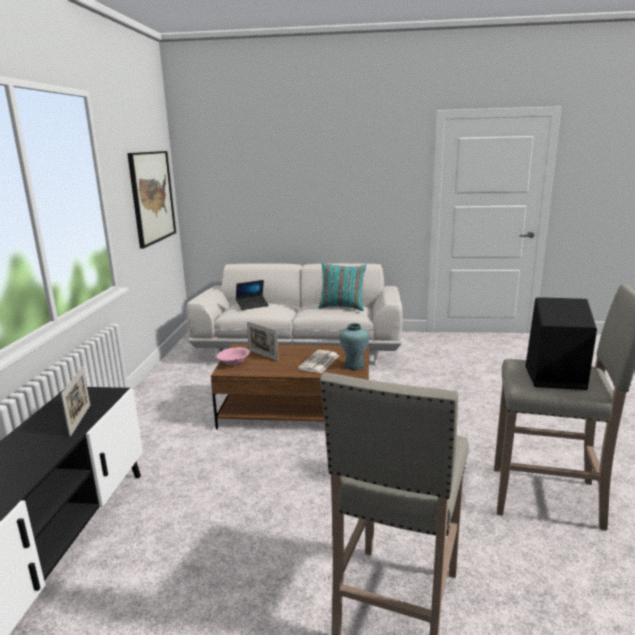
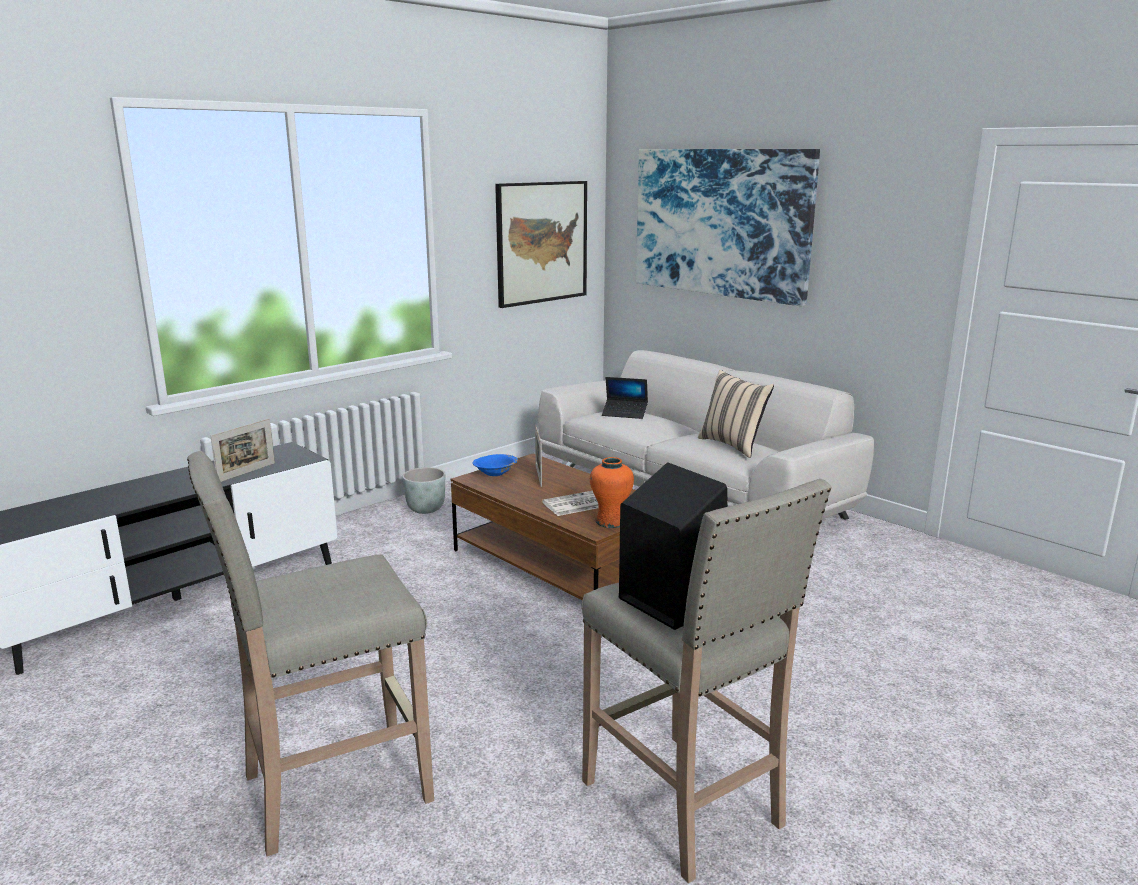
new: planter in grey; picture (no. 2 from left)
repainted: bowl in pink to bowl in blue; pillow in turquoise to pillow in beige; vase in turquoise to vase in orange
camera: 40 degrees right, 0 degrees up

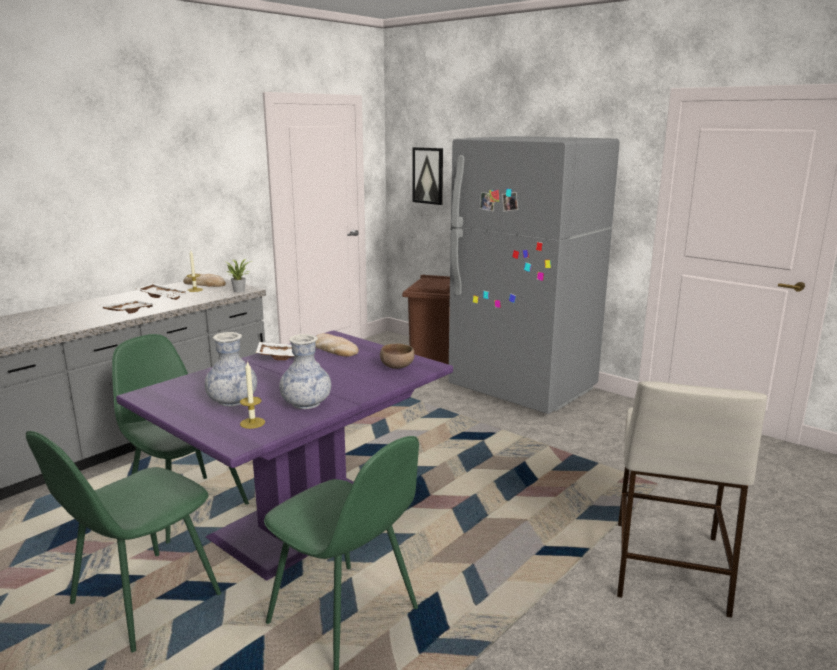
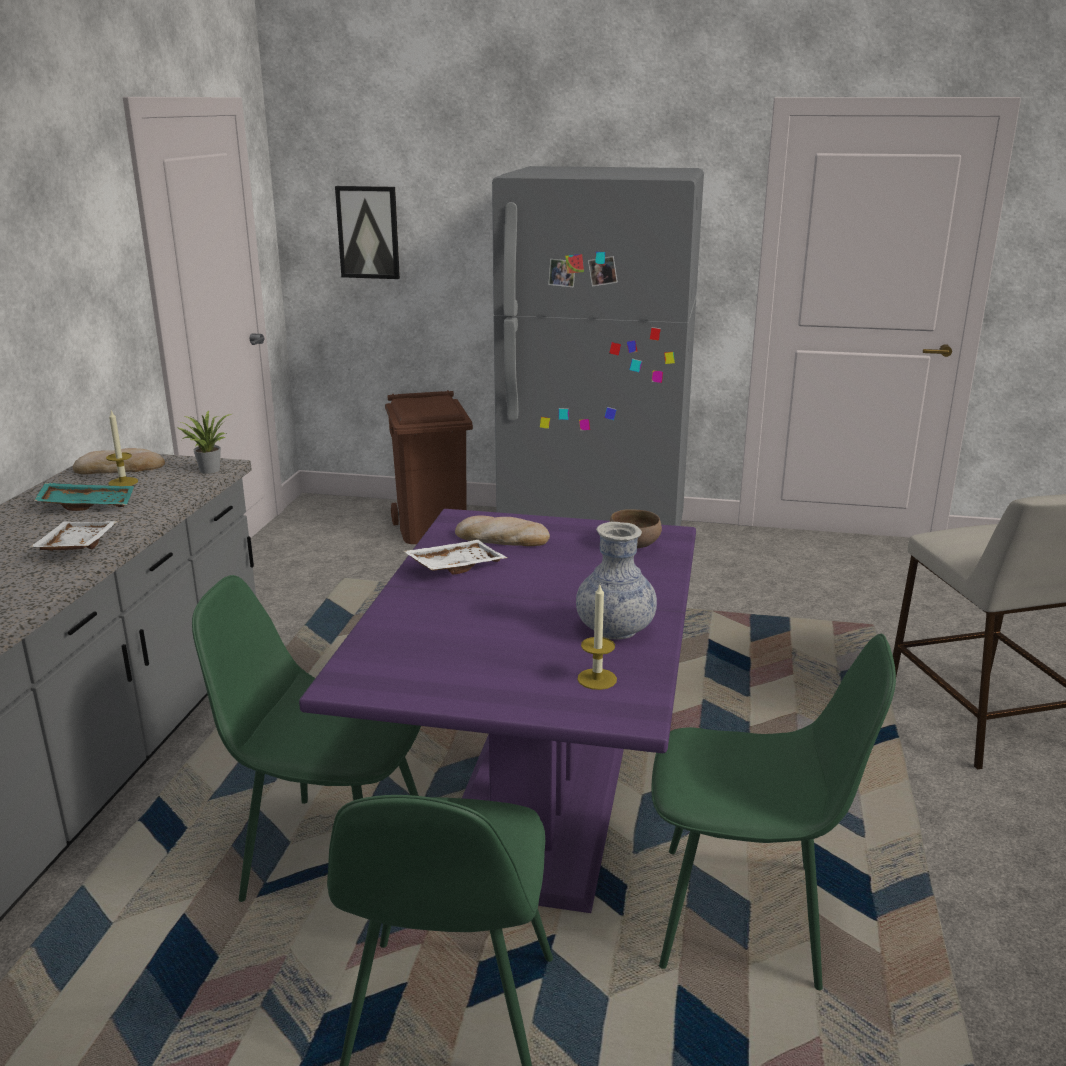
gone: vase (no. 1 from left)
repainted: tray in white (no. 2 from left) to tray in turquoise
camera: 30 degrees left, 5 degrees up

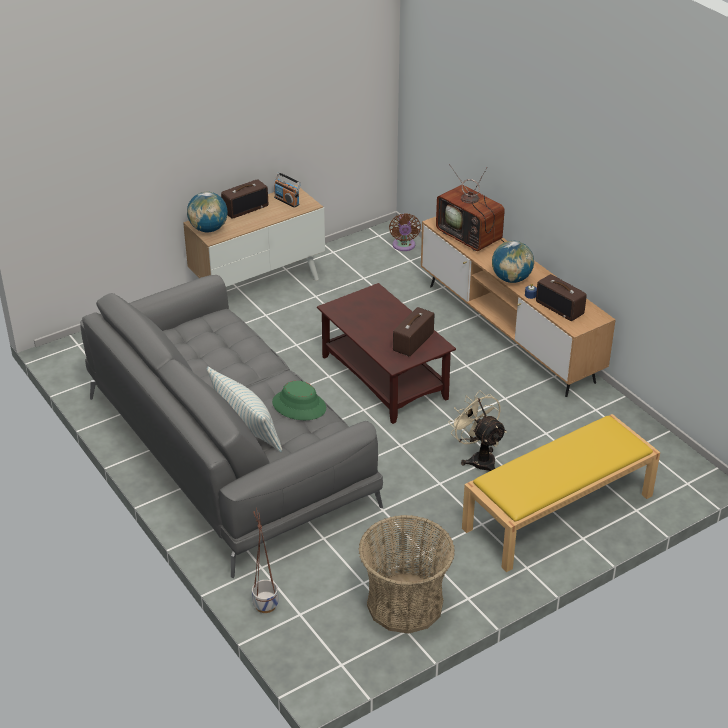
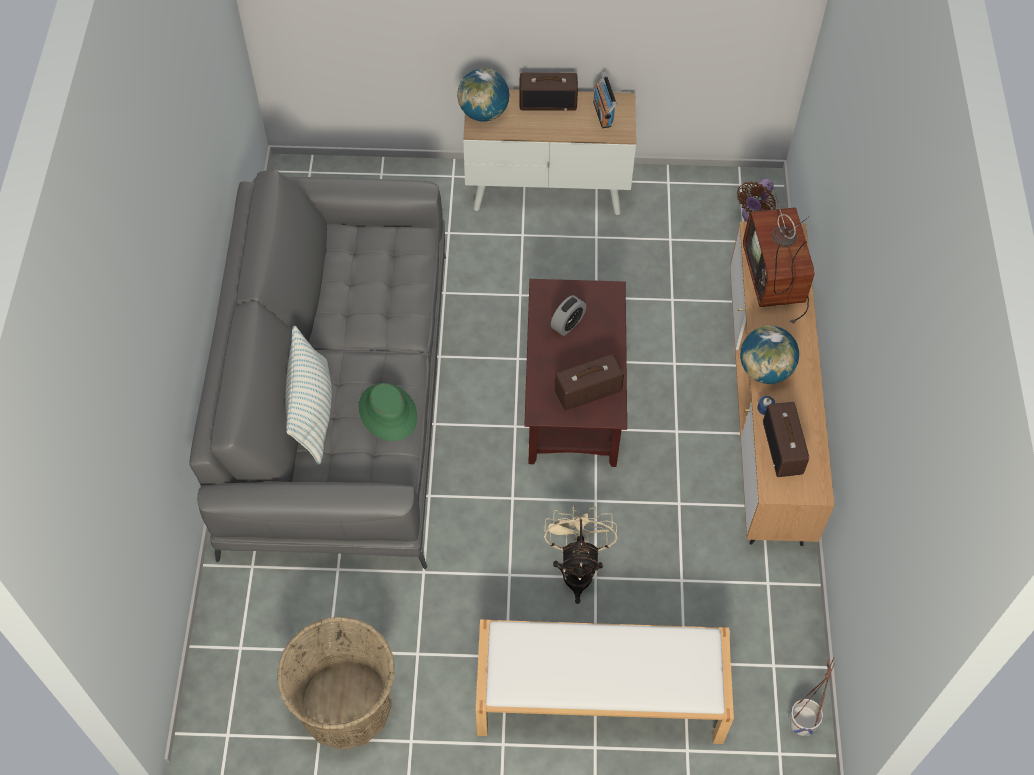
new: alarm clock
shifted: planter
repainted: bench in yellow to bench in white
camera: 35 degrees right, 20 degrees up

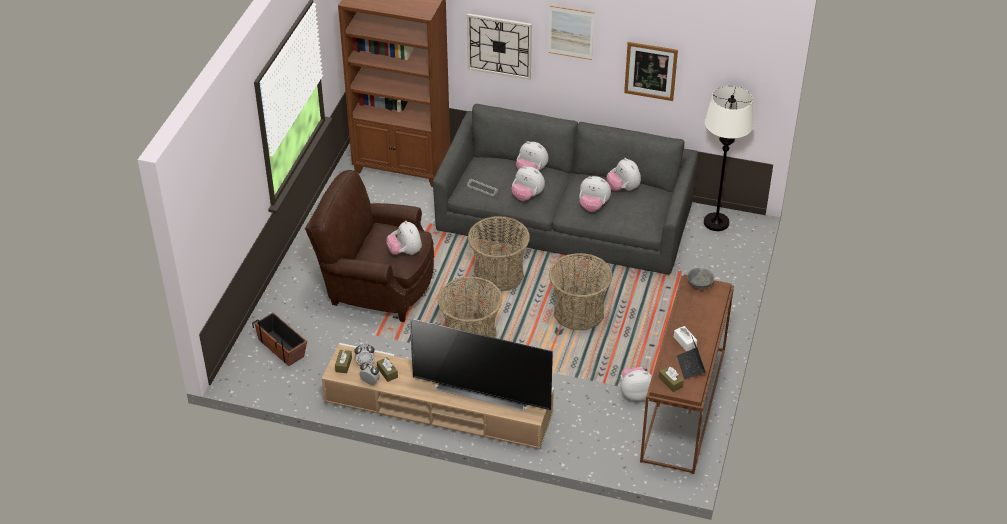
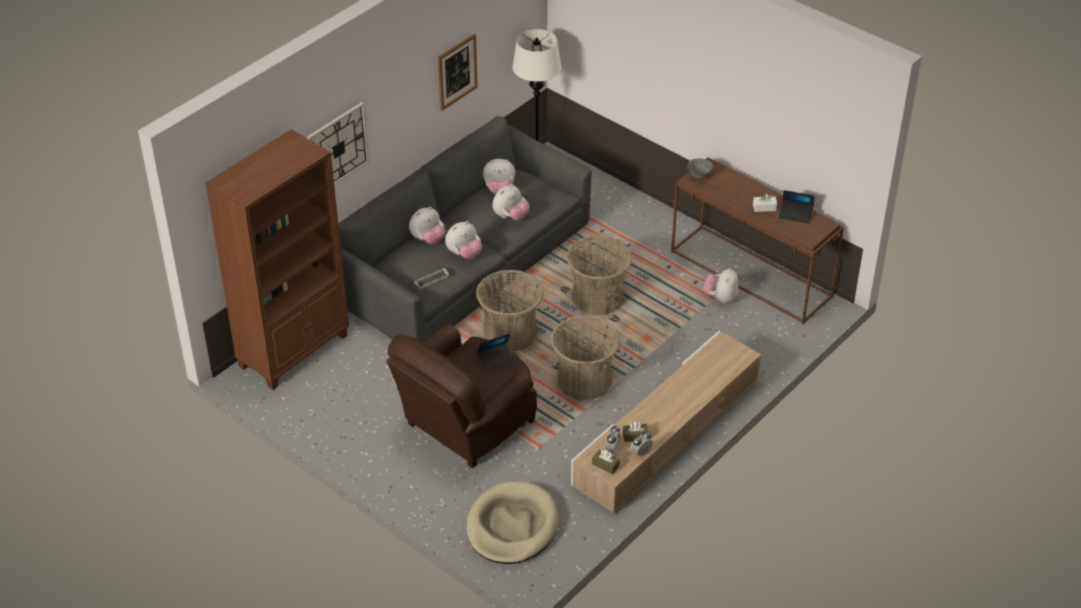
gone: television; picture (no. 1 from left); tissue box in brown (no. 3 from left)
swapped: planter to dog bed in beige; plush toy (no. 1 from left) to laptop (no. 1 from left)
camera: 65 degrees left, 0 degrees up

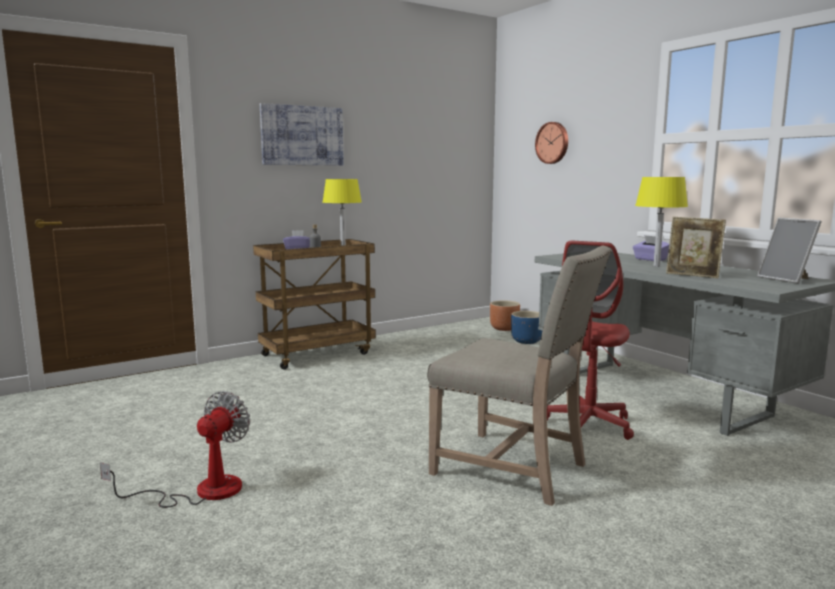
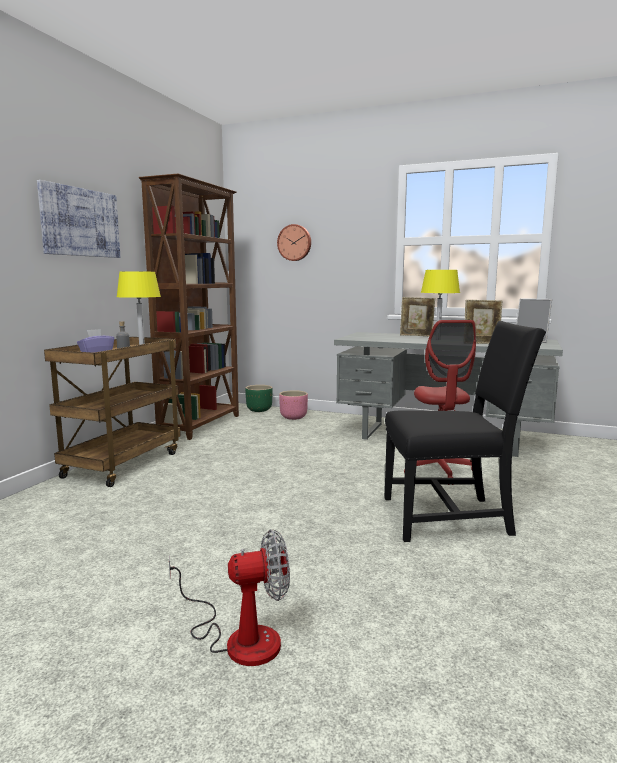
new: bookcase in brown
swapped: tissue box in purple (no. 2 from left) to picture frame (no. 1 from left)
repainted: chair in beige to chair in black; planter in brown to planter in green; planter in blue to planter in pink
rotated: fan 90 degrees clockwise
camera: 35 degrees left, 0 degrees up

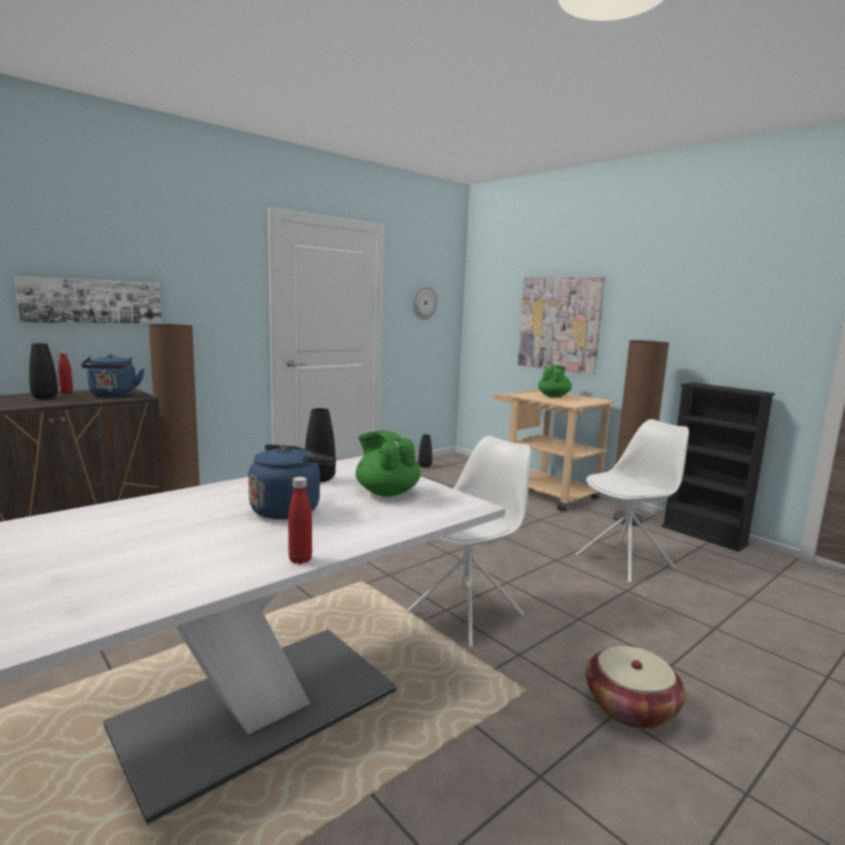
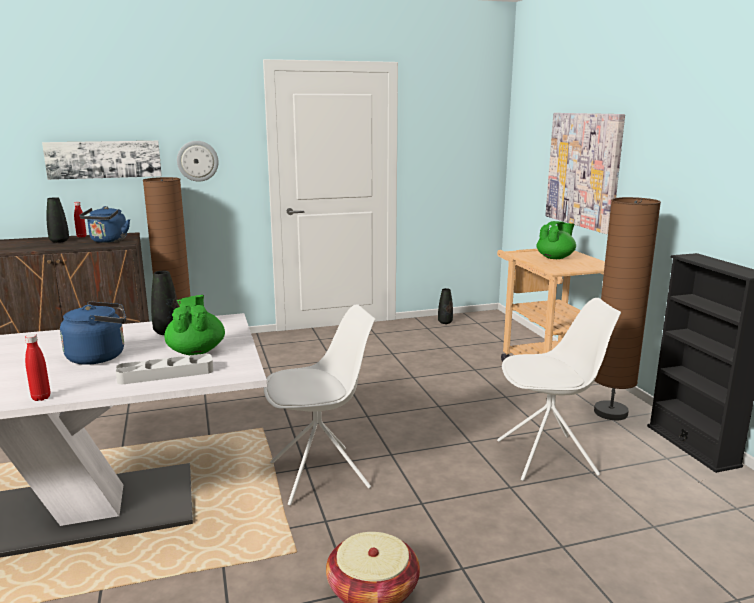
new: tray in grey
shifted: wall clock
camera: 25 degrees right, 5 degrees up

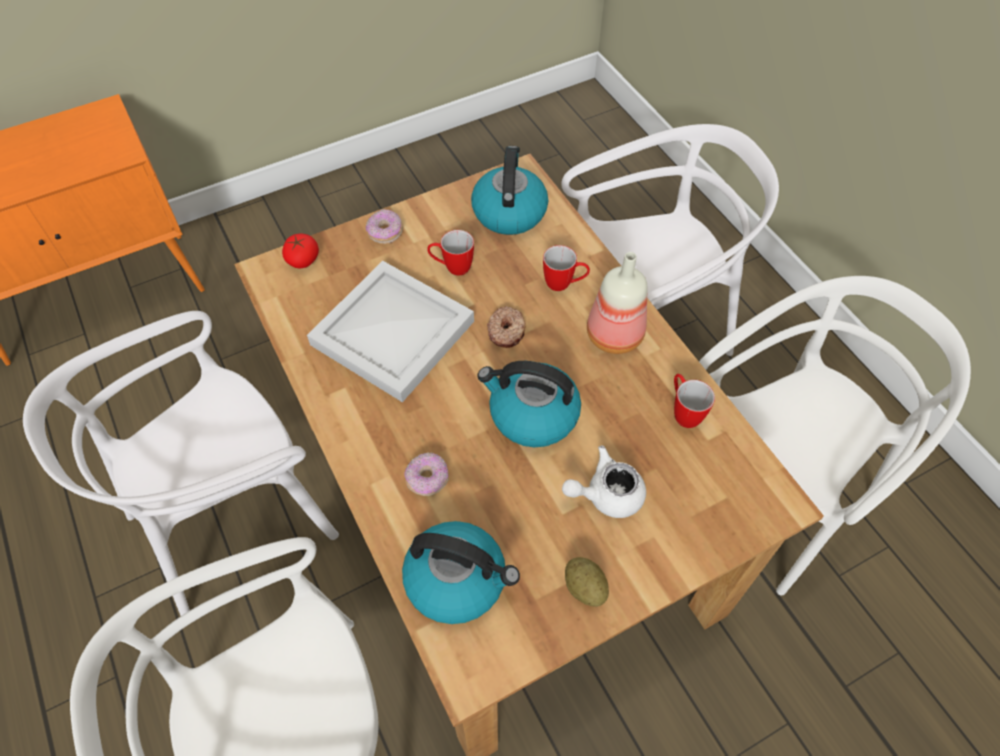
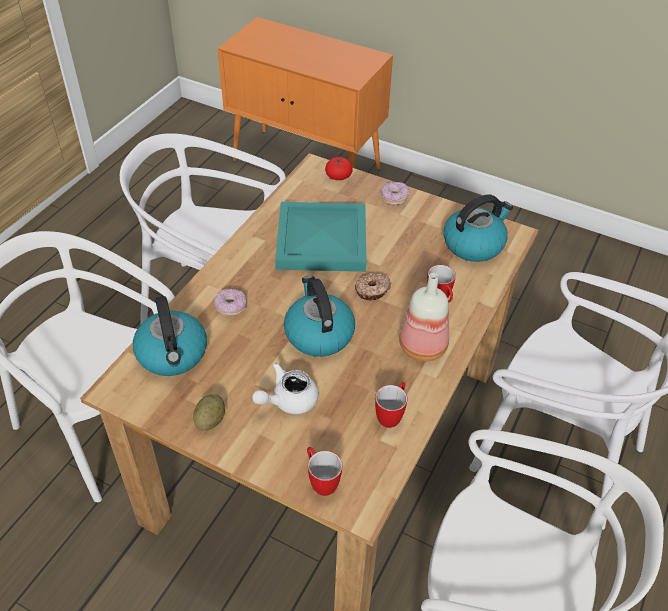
shifted: mug (no. 1 from left)
repainted: tray in white to tray in turquoise
rotated: teapot in white 75 degrees counterclockwise
camera: 55 degrees right, 10 degrees down

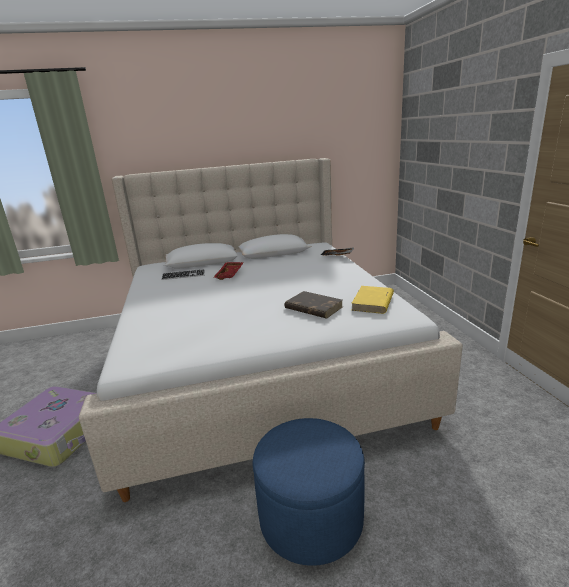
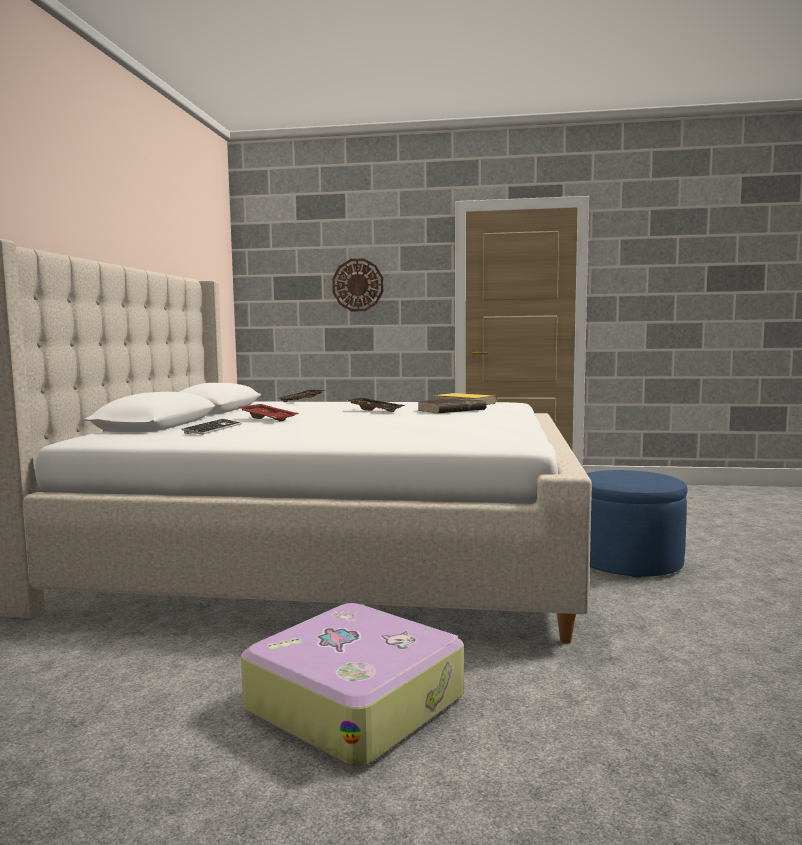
new: wall clock; tray in black (no. 2 from left)
camera: 70 degrees left, 15 degrees down

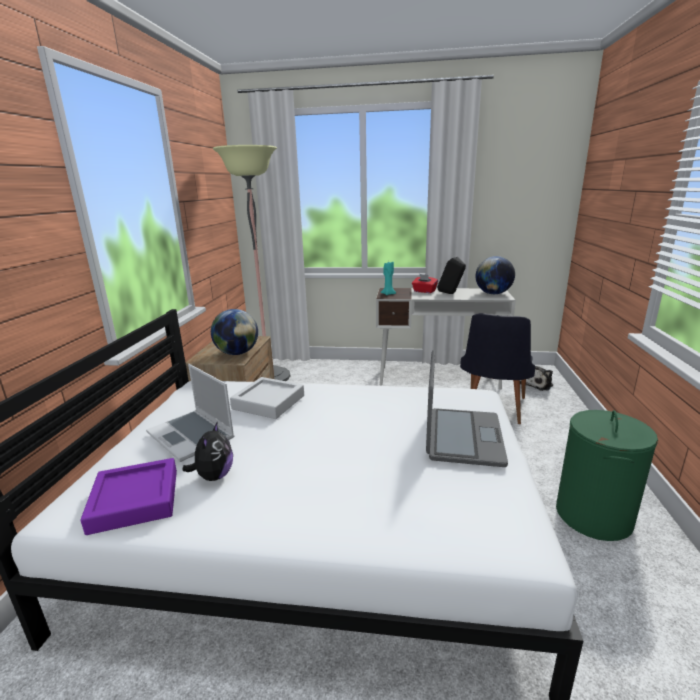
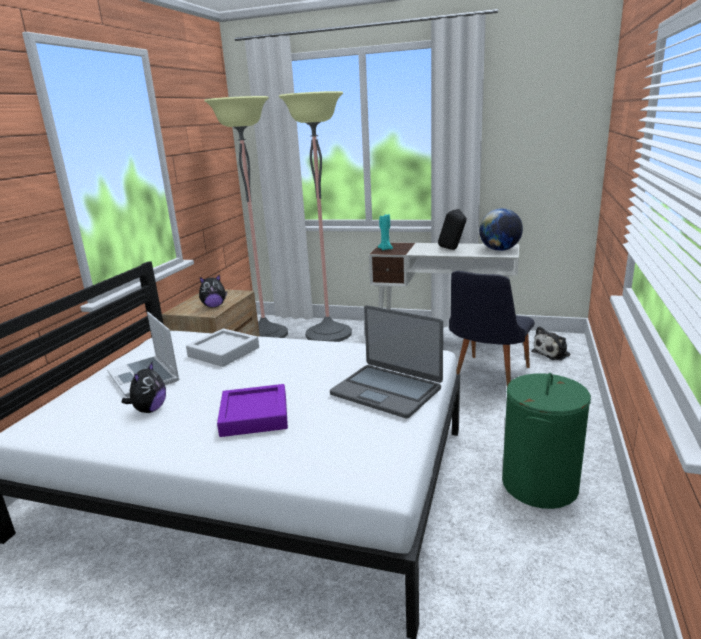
gone: tissue box in red
new: floor lamp (no. 2 from left)
shifted: tray in purple
swapped: globe (no. 1 from left) to plush toy (no. 2 from left)
rotated: laptop (no. 2 from left) 105 degrees clockwise
camera: 10 degrees right, 0 degrees up

